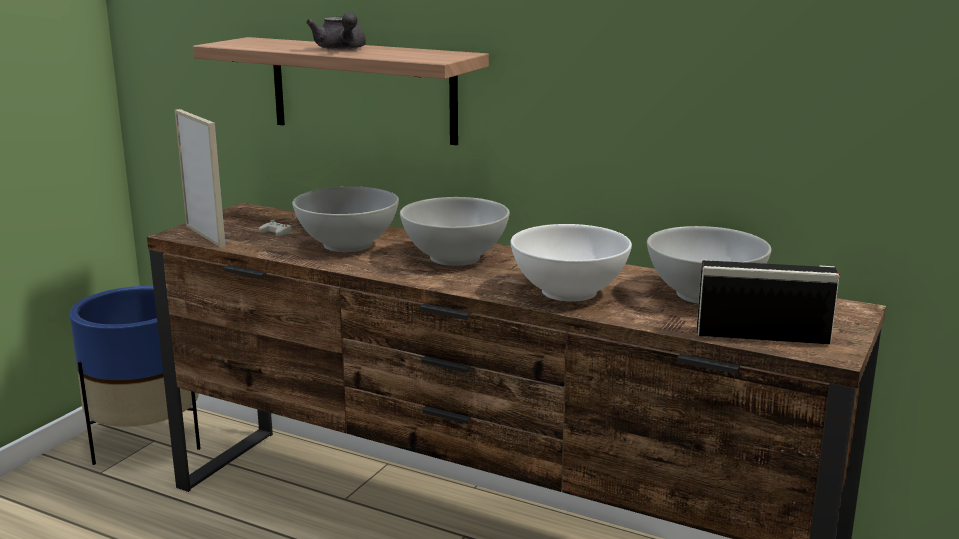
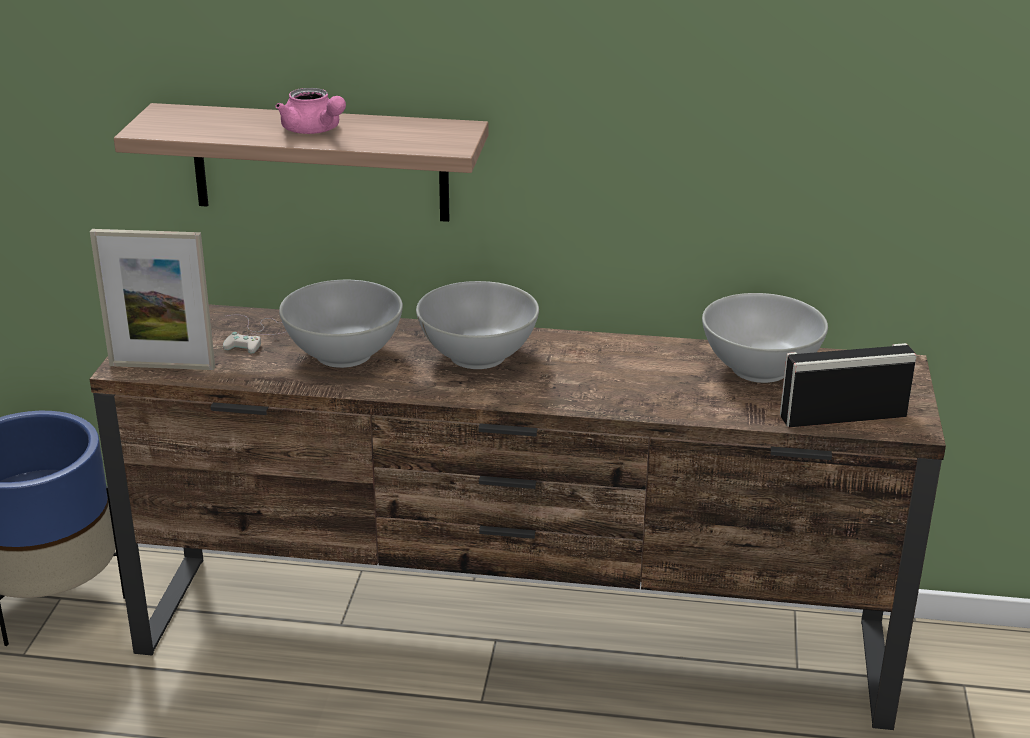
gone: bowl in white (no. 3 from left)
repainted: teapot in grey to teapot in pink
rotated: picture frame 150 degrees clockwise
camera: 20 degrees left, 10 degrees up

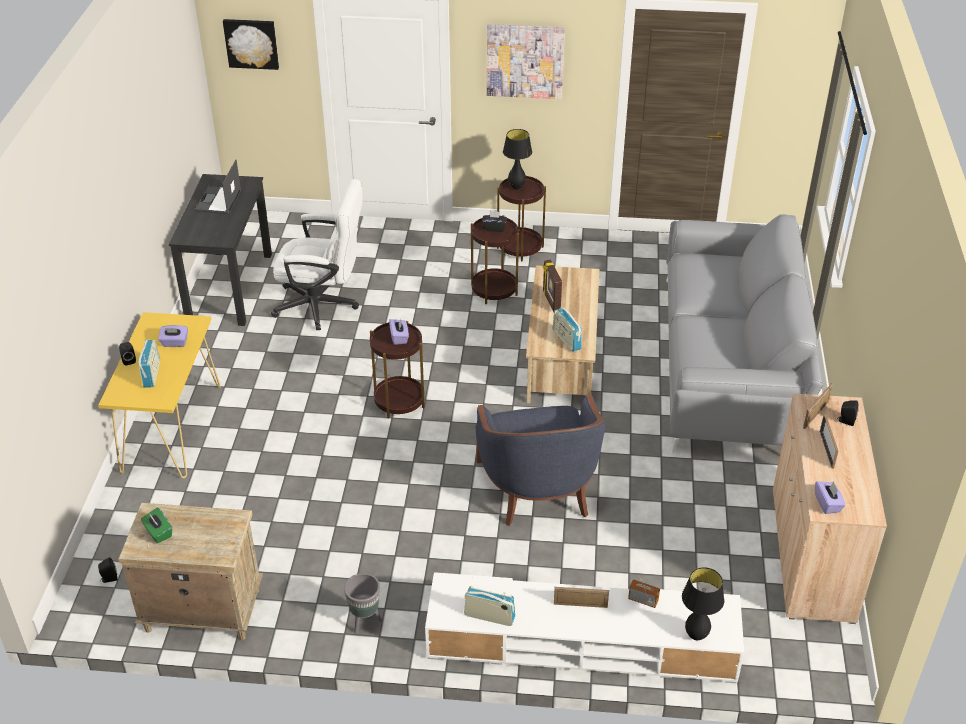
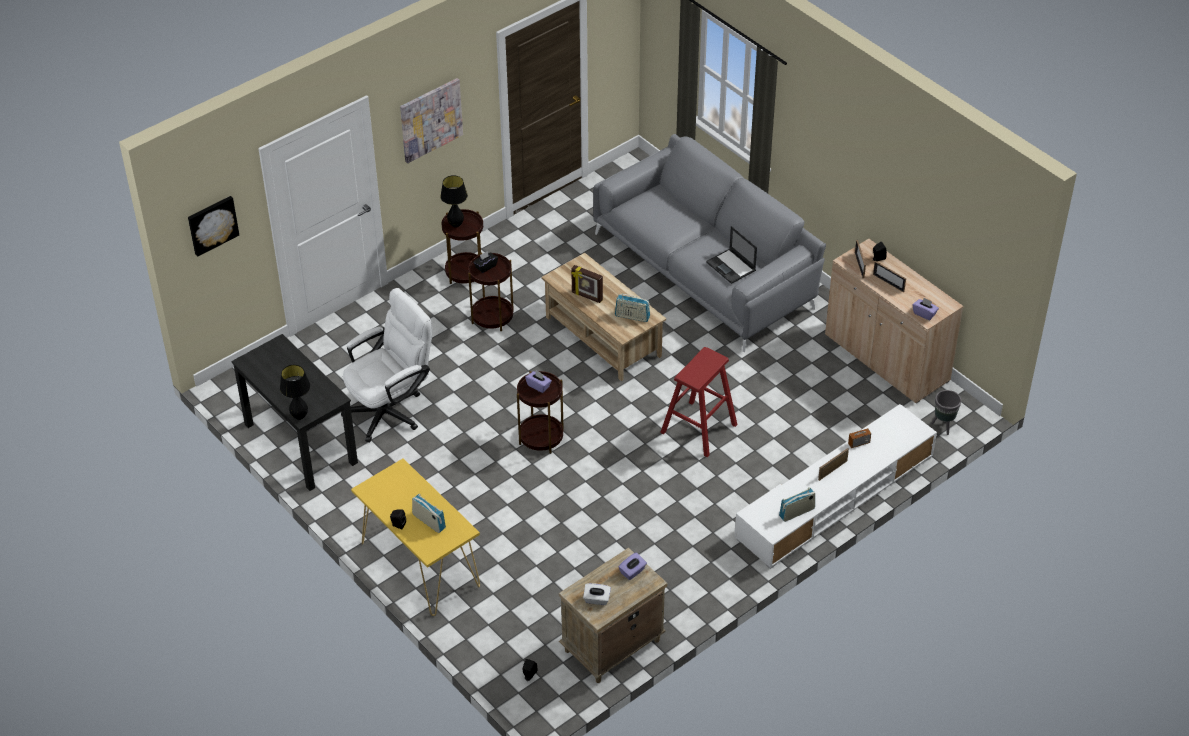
shifted: tissue box in purple (no. 1 from left in the first image) to tissue box in purple (no. 2 from left); laptop; planter in grey; table lamp in black (no. 2 from left in the first image) to table lamp in black (no. 1 from left)
swapped: armchair in blue to stool in red
repainted: tissue box in green to tissue box in white
camera: 45 degrees left, 5 degrees up

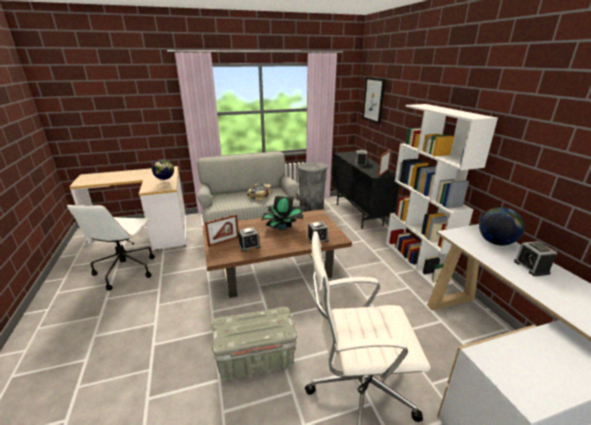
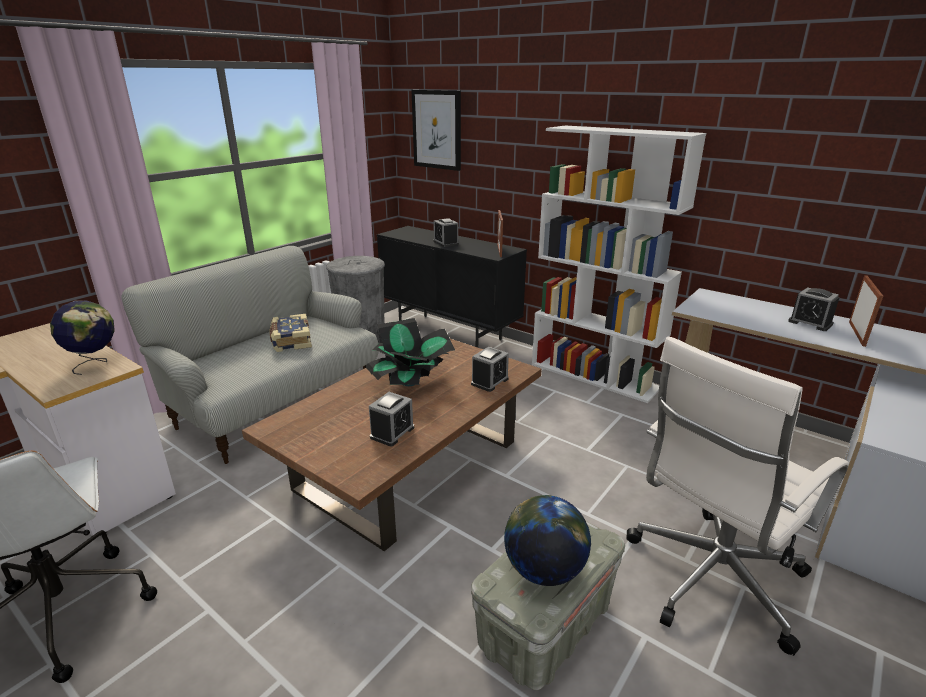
shifted: picture frame (no. 1 from left in the first image) to picture frame (no. 2 from left); globe (no. 2 from left)
camera: 35 degrees left, 0 degrees up

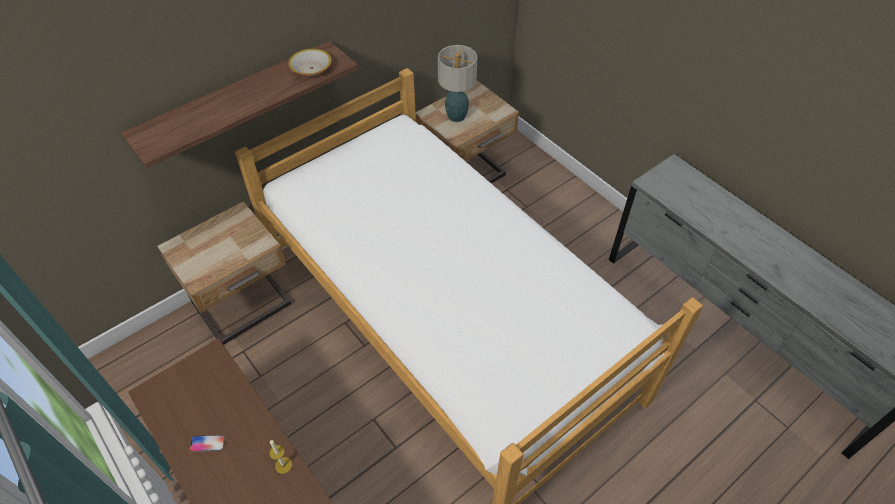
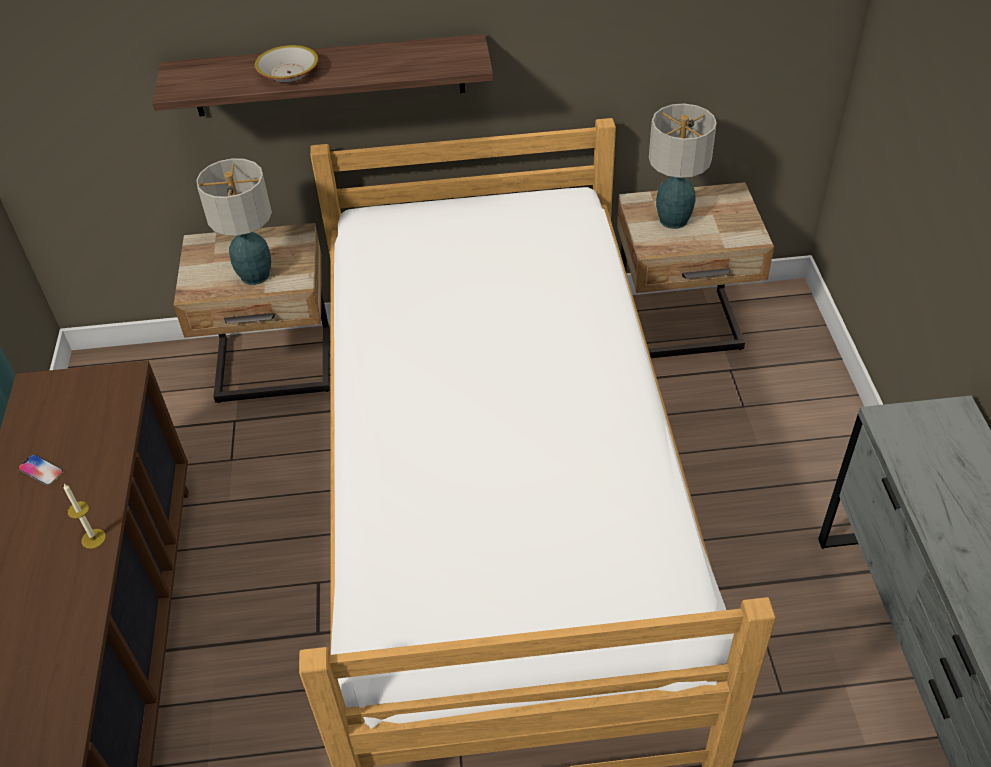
new: table lamp (no. 1 from left)
shifted: bowl
camera: 35 degrees right, 5 degrees down

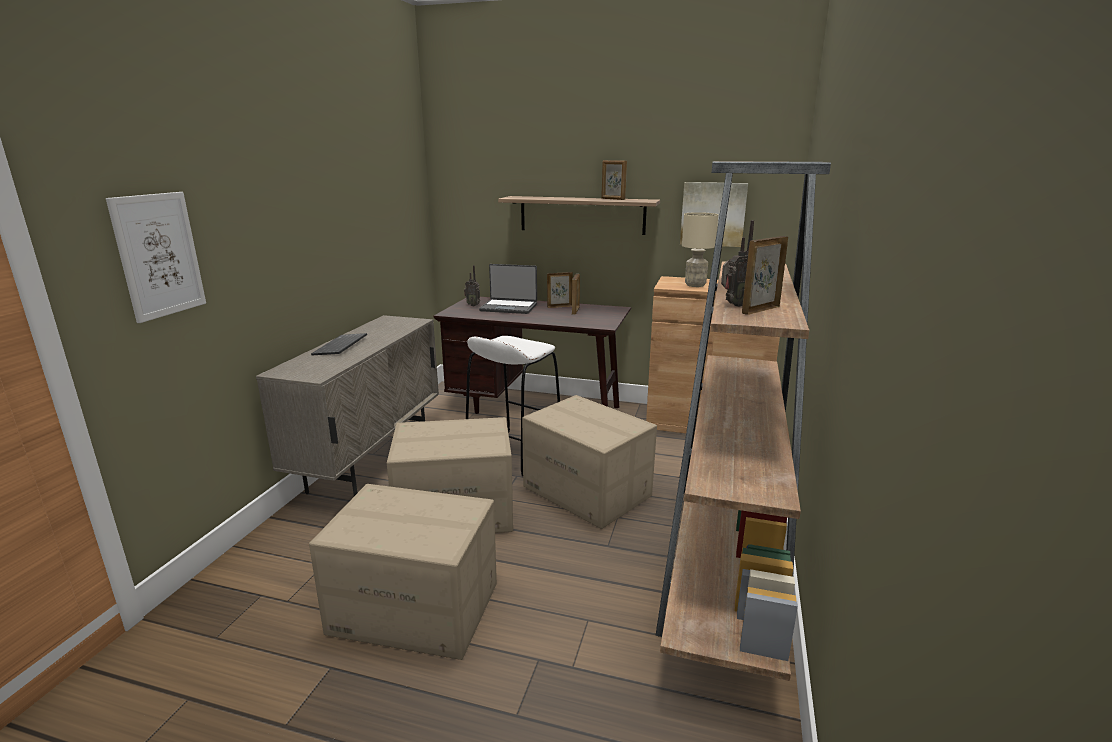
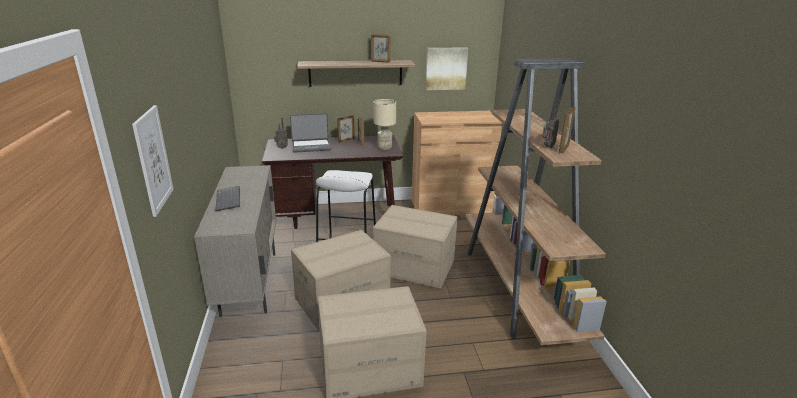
shifted: table lamp in beige
camera: 25 degrees left, 5 degrees up

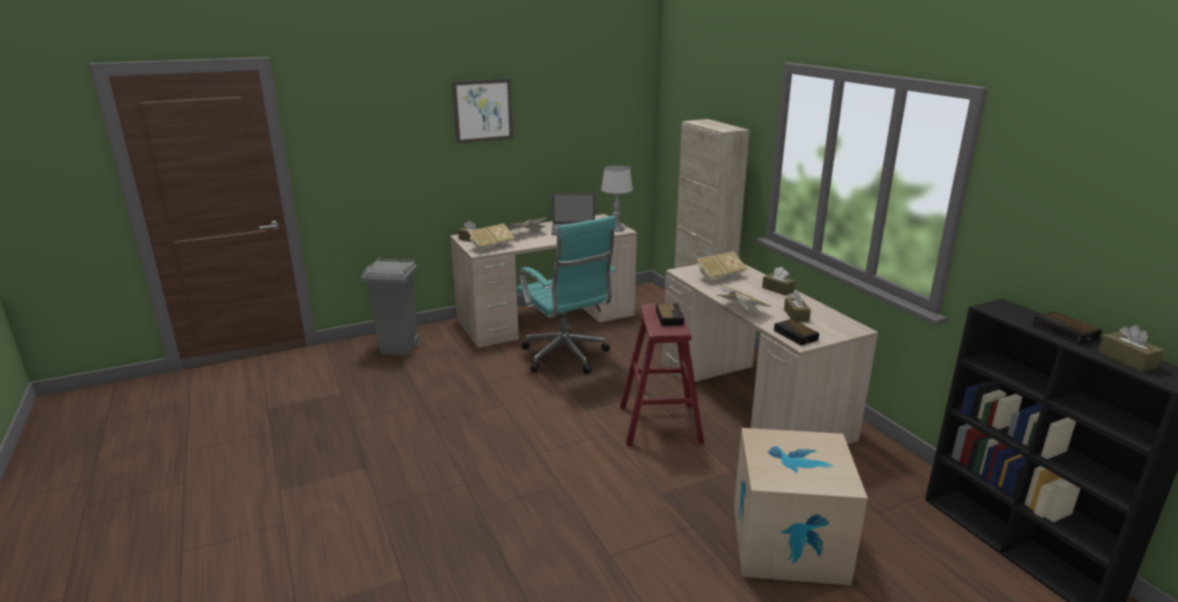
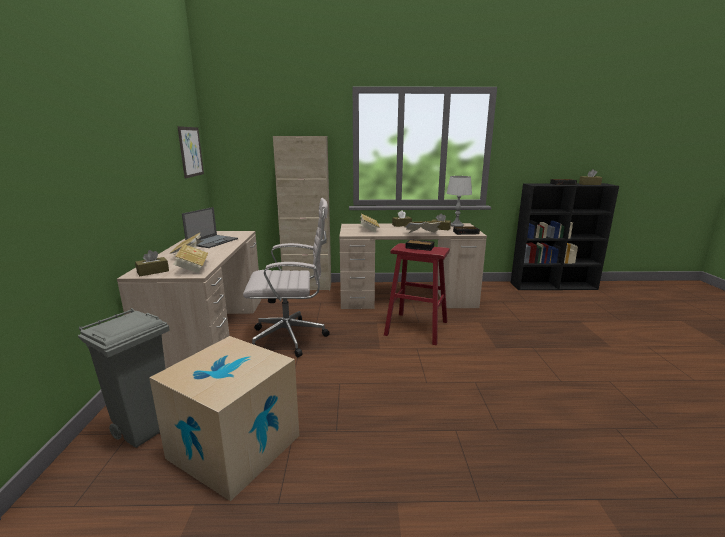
shifted: picture; table lamp in grey; cardboard box
repainted: office chair in turquoise to office chair in white
camera: 65 degrees left, 5 degrees down

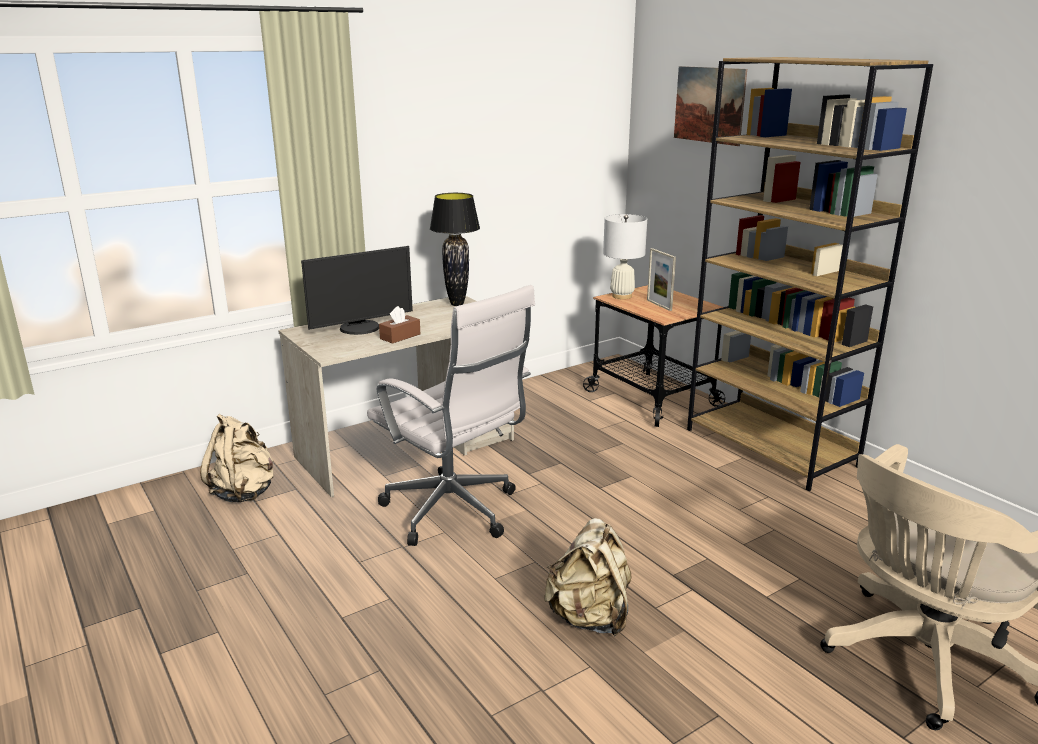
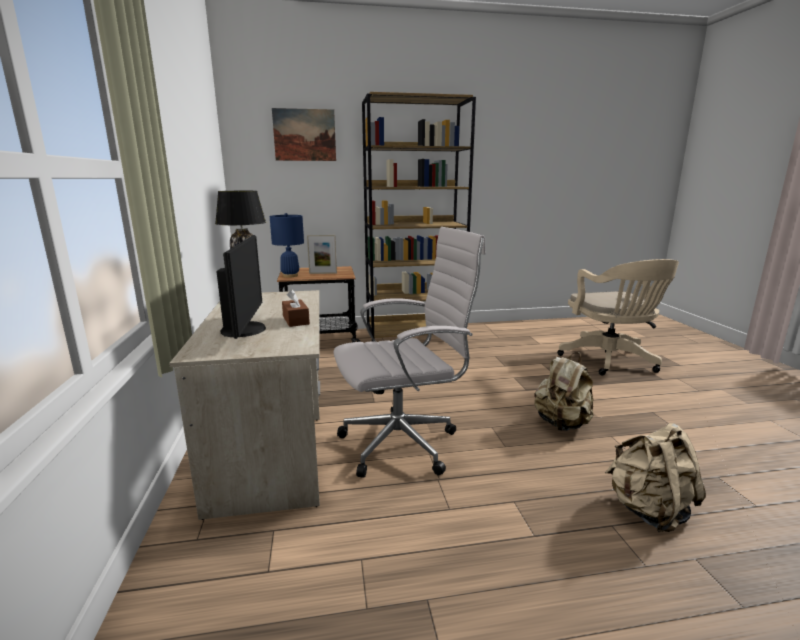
shifted: backpack in beige (no. 1 from left in the first image) to backpack in beige (no. 2 from left)
repainted: table lamp in white to table lamp in blue
camera: 65 degrees left, 5 degrees down

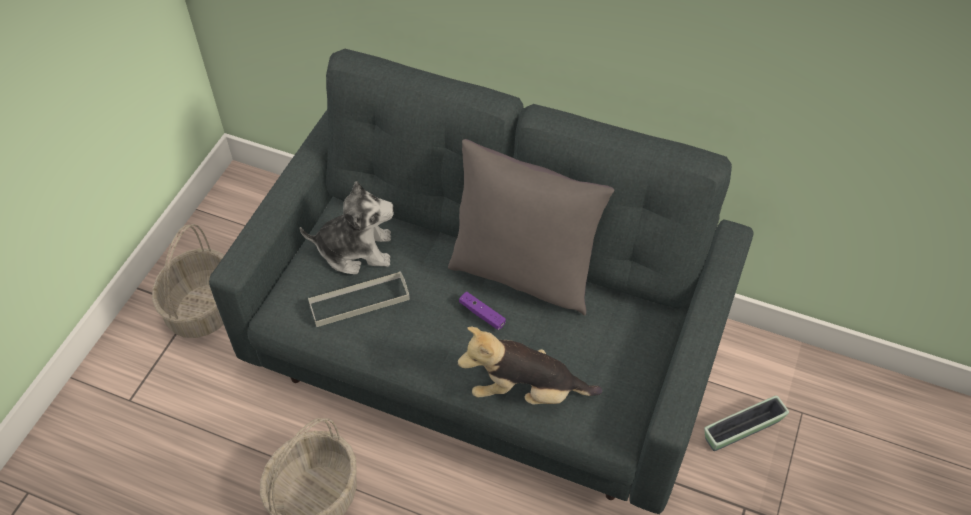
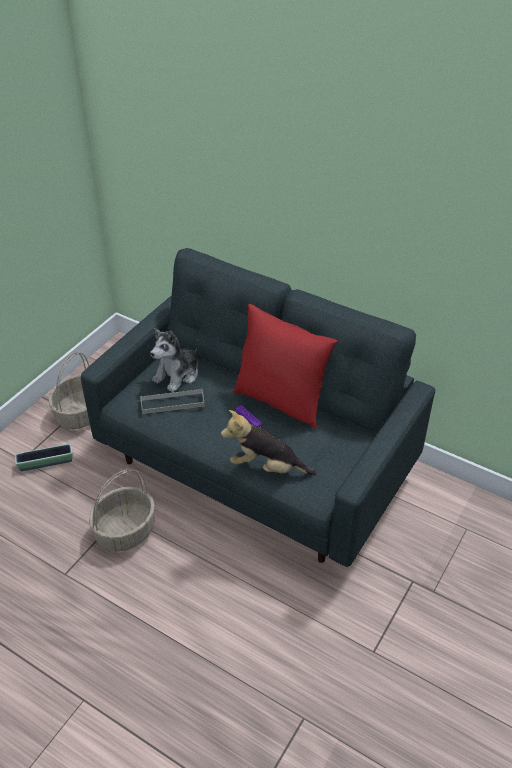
shifted: planter
repainted: pillow in grey to pillow in red
rotated: plush toy (no. 1 from left) 120 degrees clockwise
camera: 10 degrees right, 10 degrees down

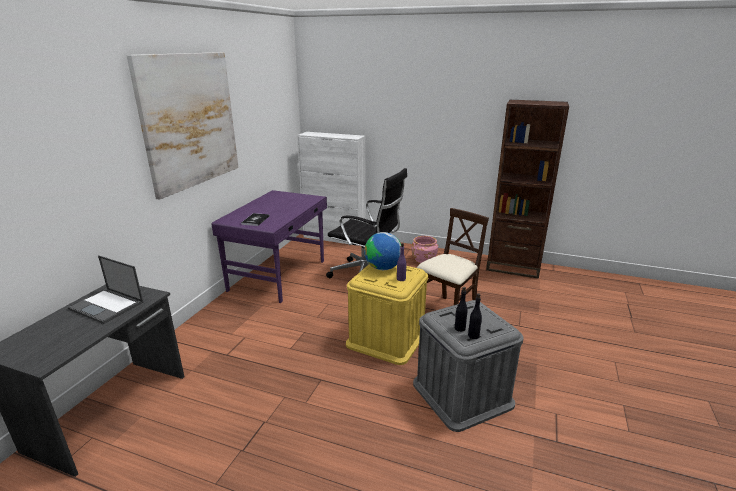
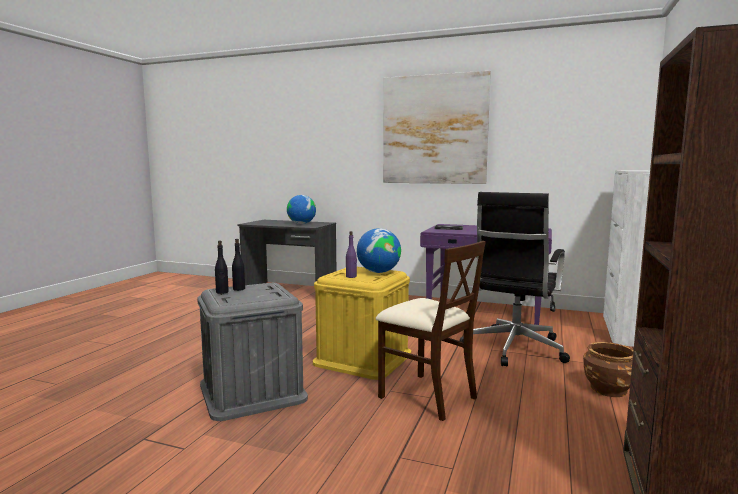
swapped: laptop to globe (no. 1 from left)
repainted: planter in pink to planter in brown
camera: 90 degrees right, 15 degrees down

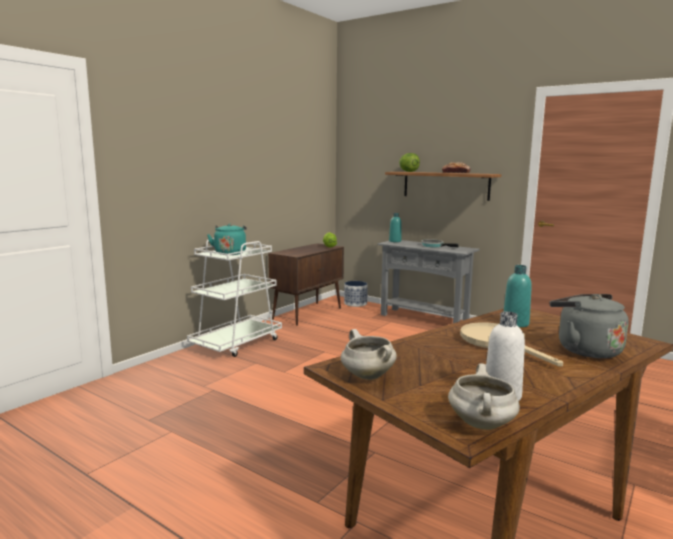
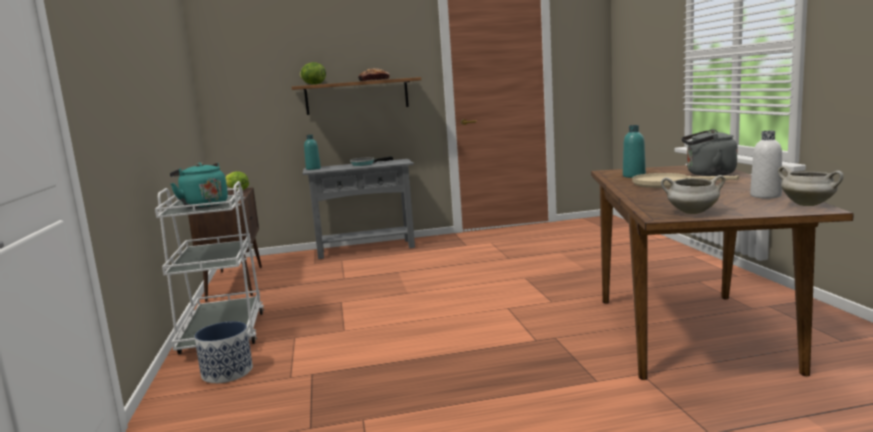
shifted: planter
camera: 45 degrees left, 0 degrees up

